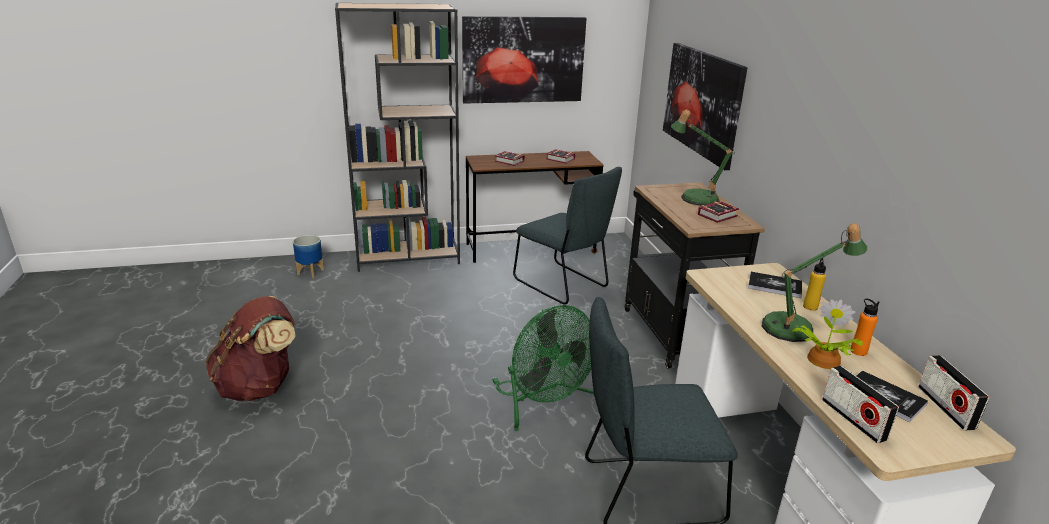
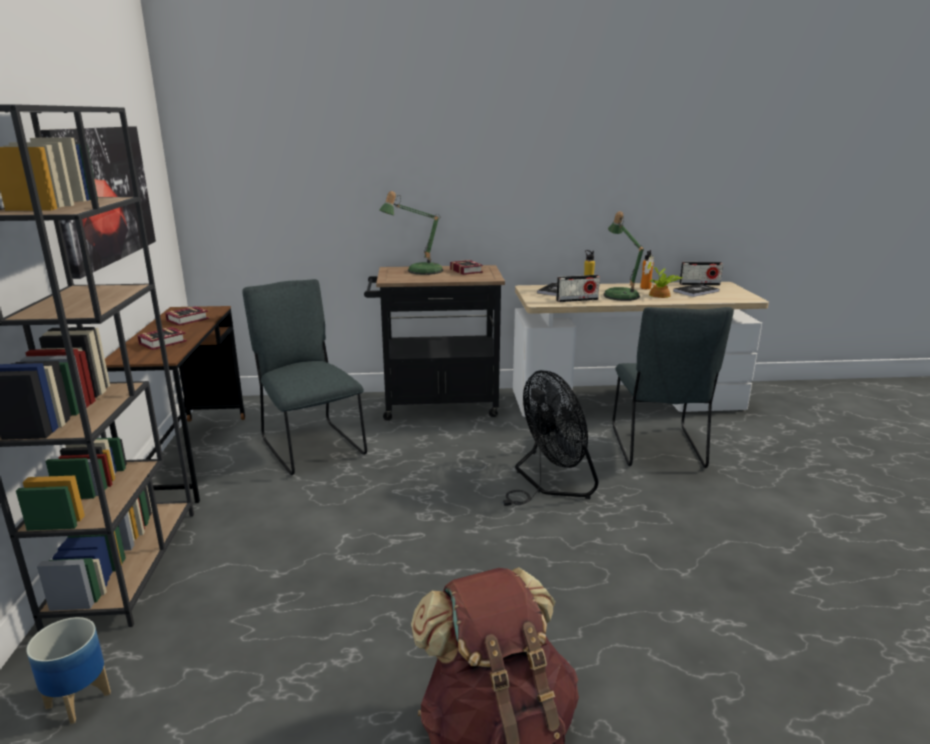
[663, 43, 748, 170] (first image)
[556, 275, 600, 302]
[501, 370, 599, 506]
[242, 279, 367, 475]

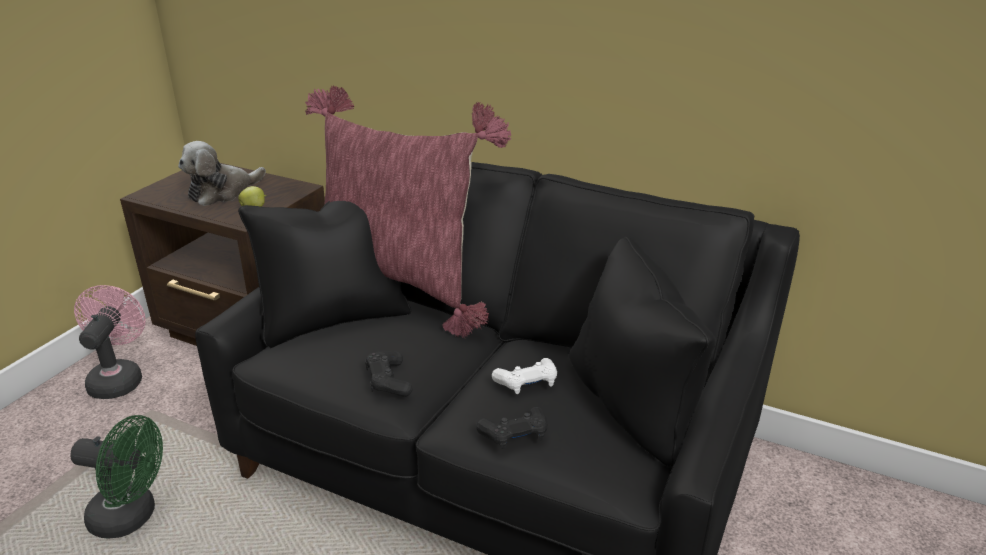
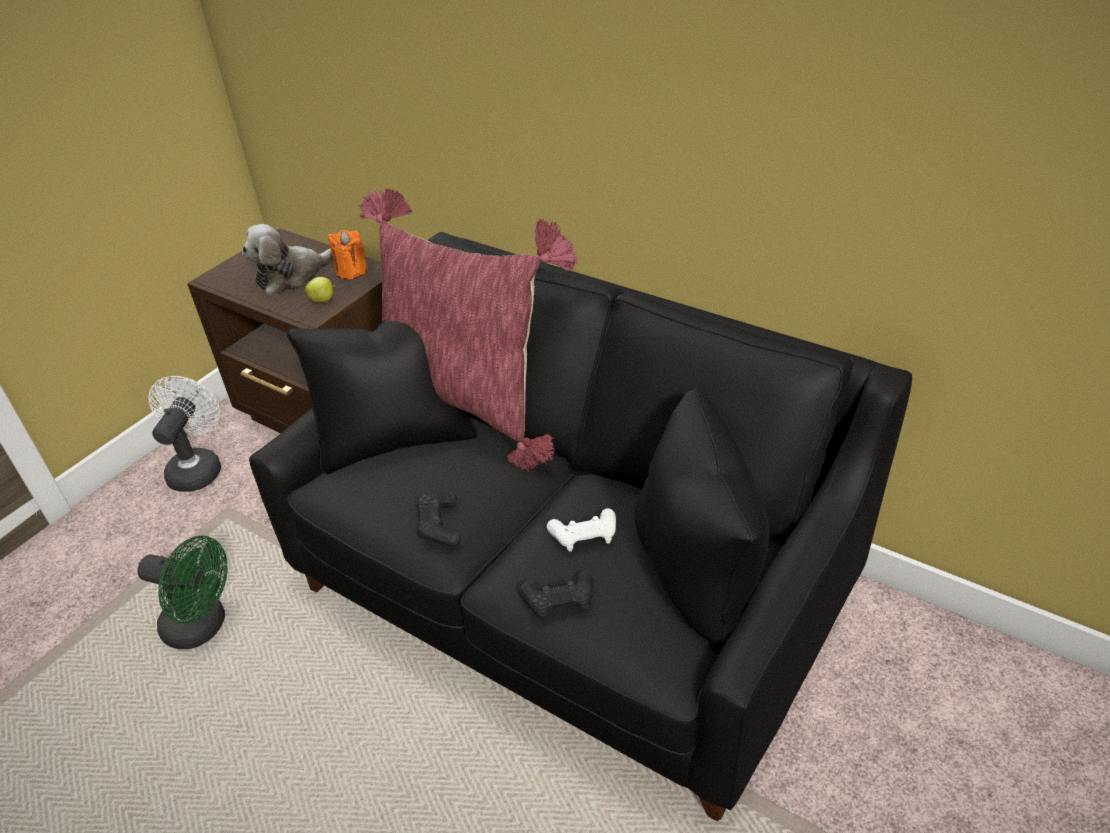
[328, 230, 367, 279]
[148, 376, 221, 492]

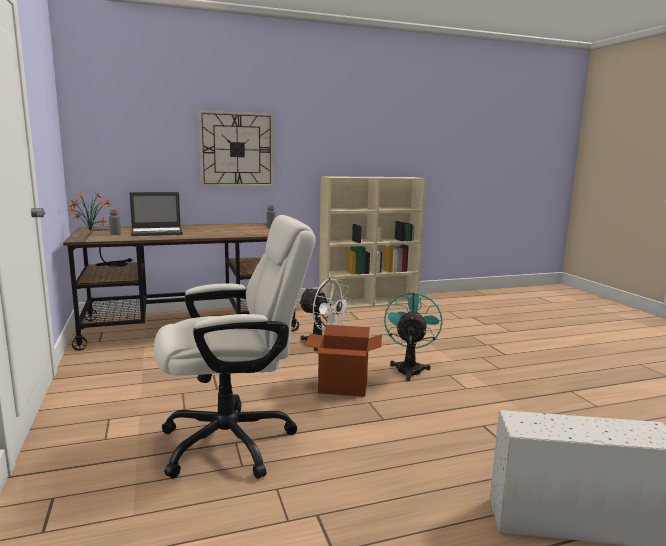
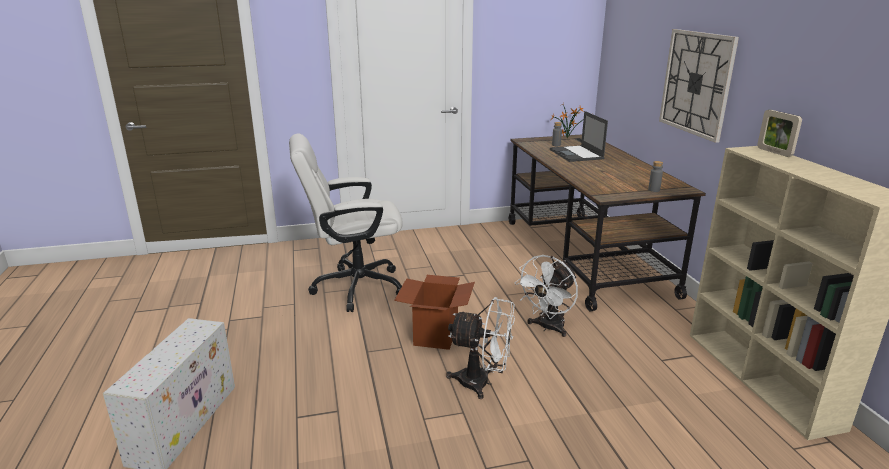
[757, 110, 802, 157]
[446, 297, 515, 399]
[289, 133, 403, 312]

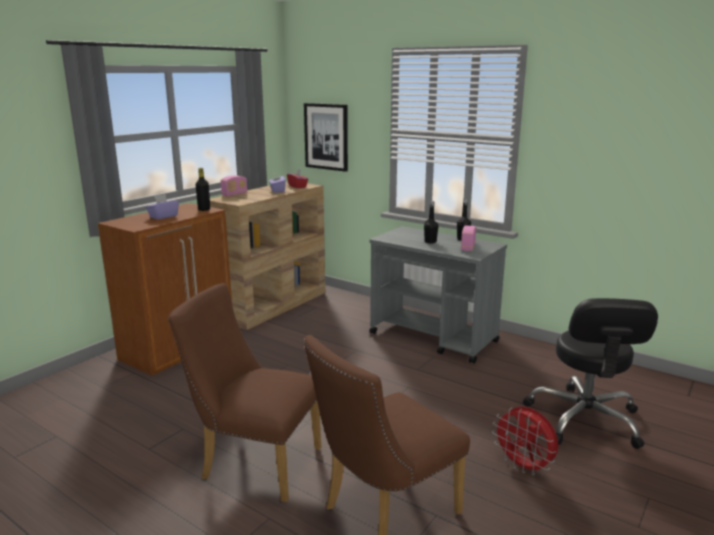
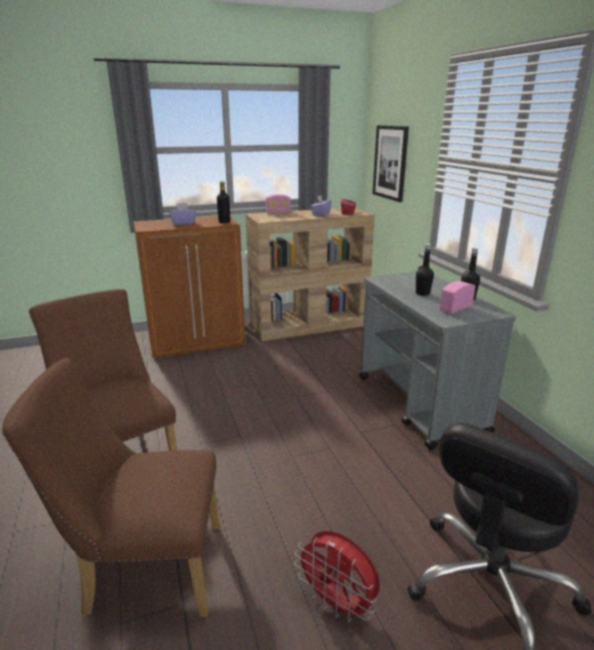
[294, 531, 380, 622]

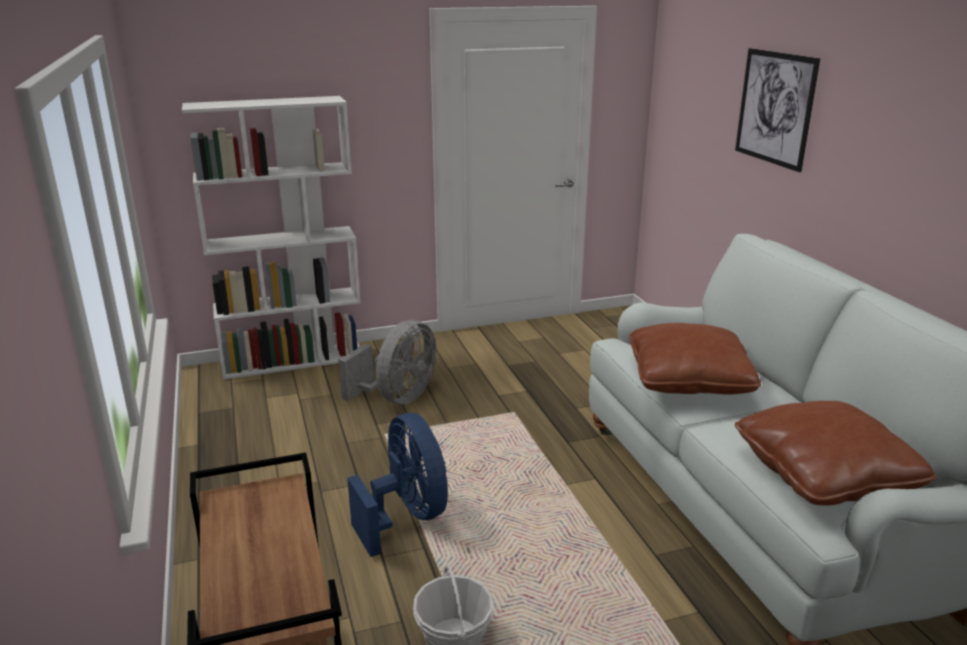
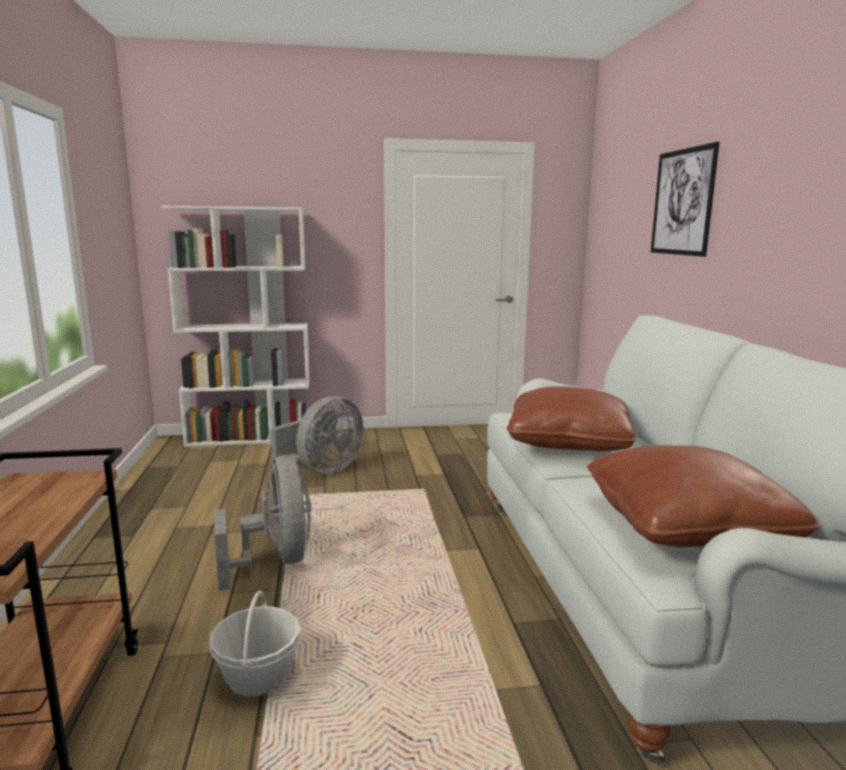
[214, 455, 311, 591]

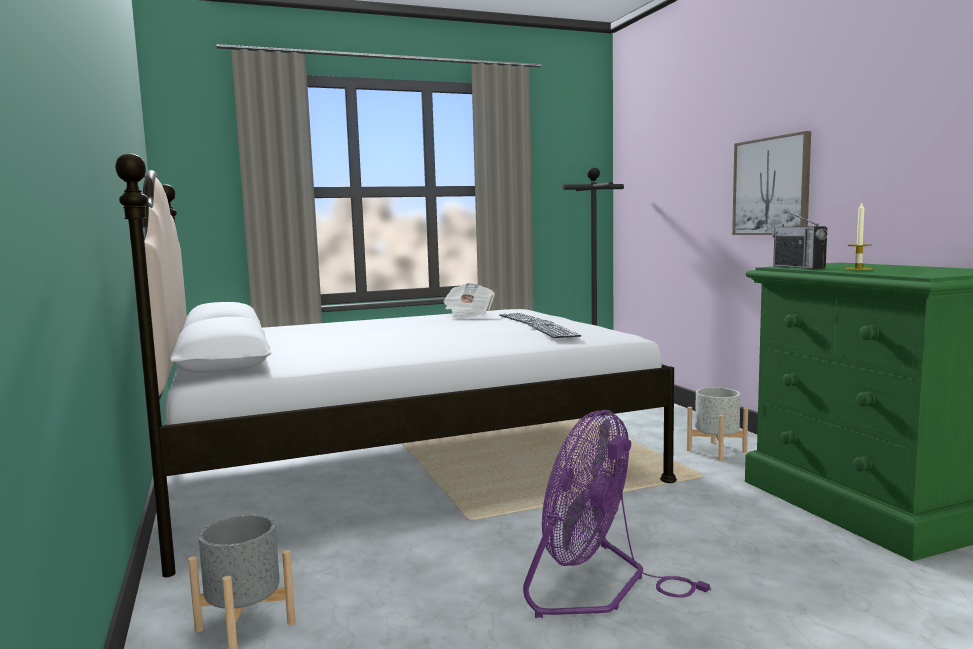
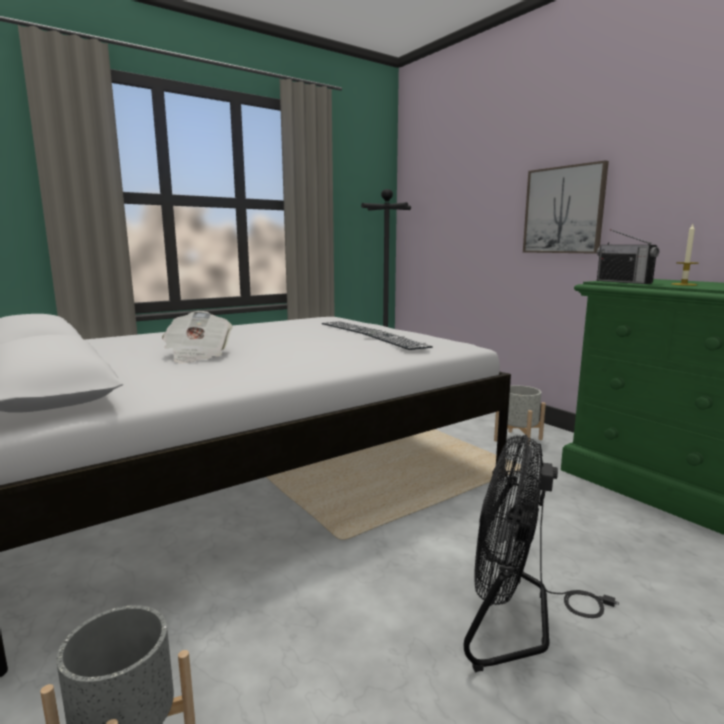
[162, 311, 233, 363]
[464, 434, 619, 672]

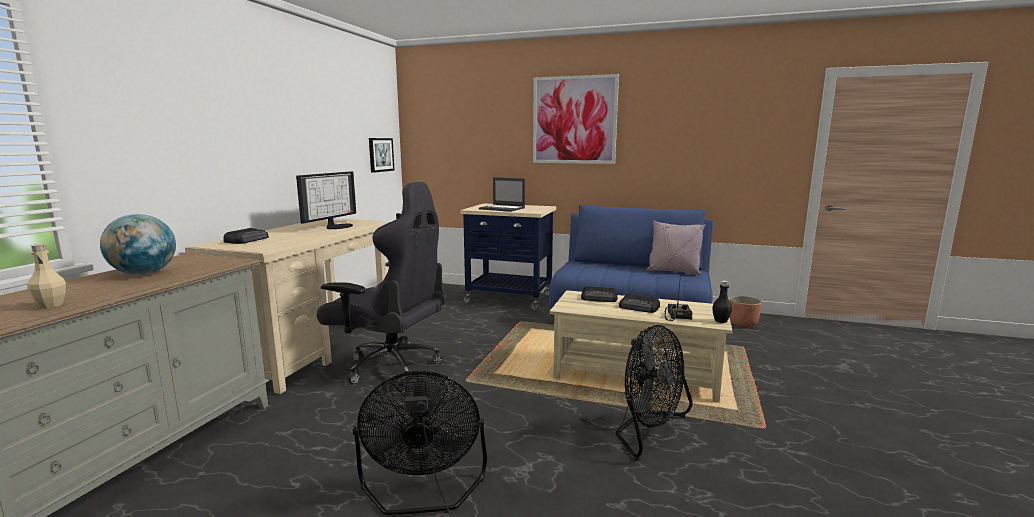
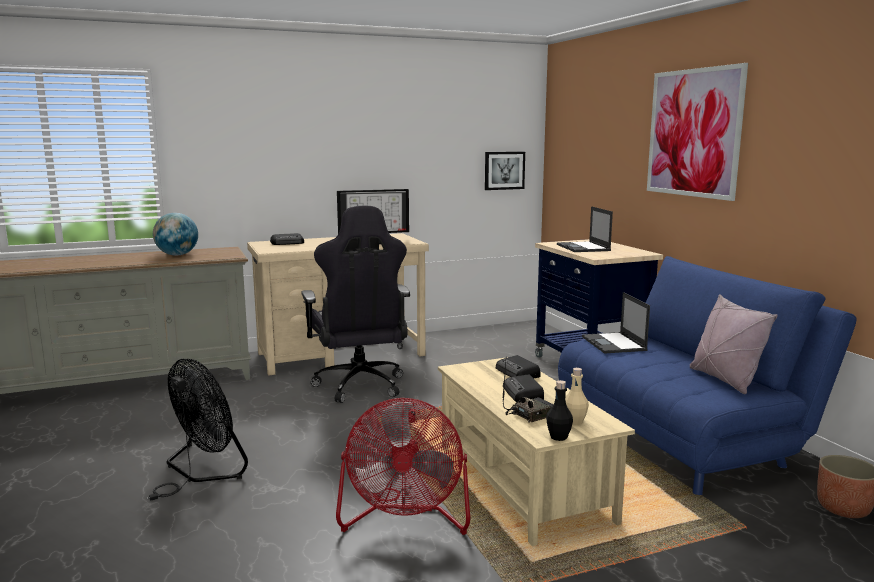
[582, 292, 650, 354]
[565, 368, 589, 425]
[336, 398, 470, 535]

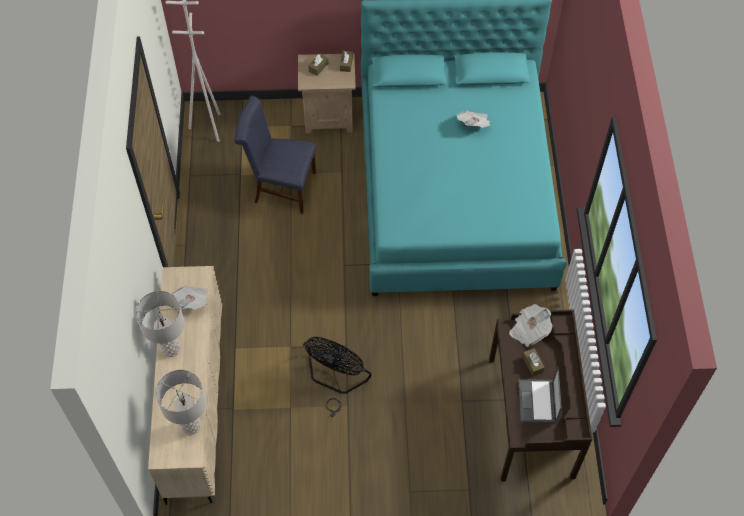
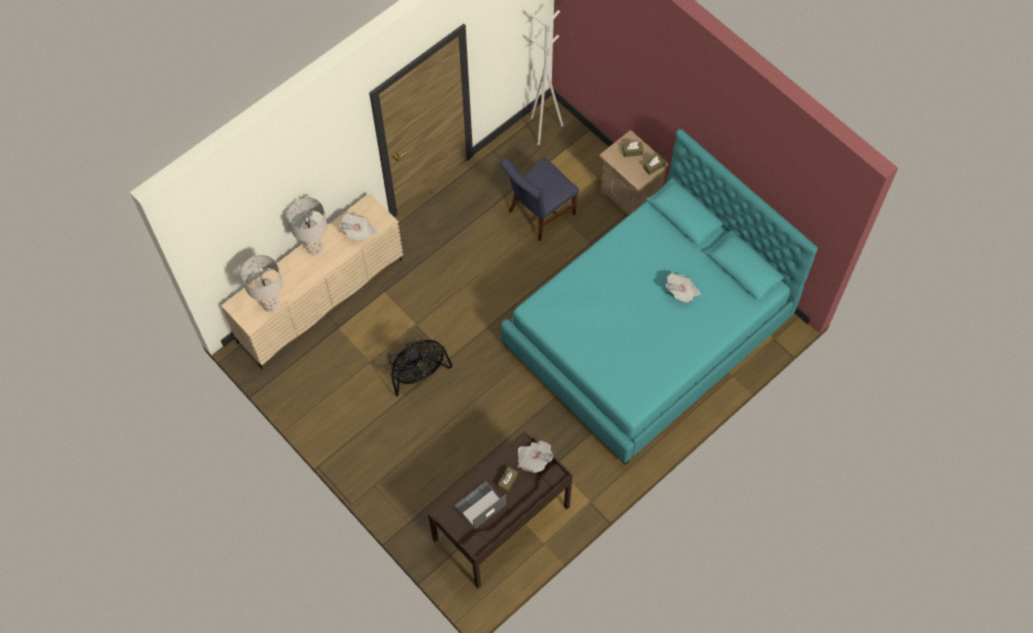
[499, 158, 579, 241]
[387, 340, 452, 396]

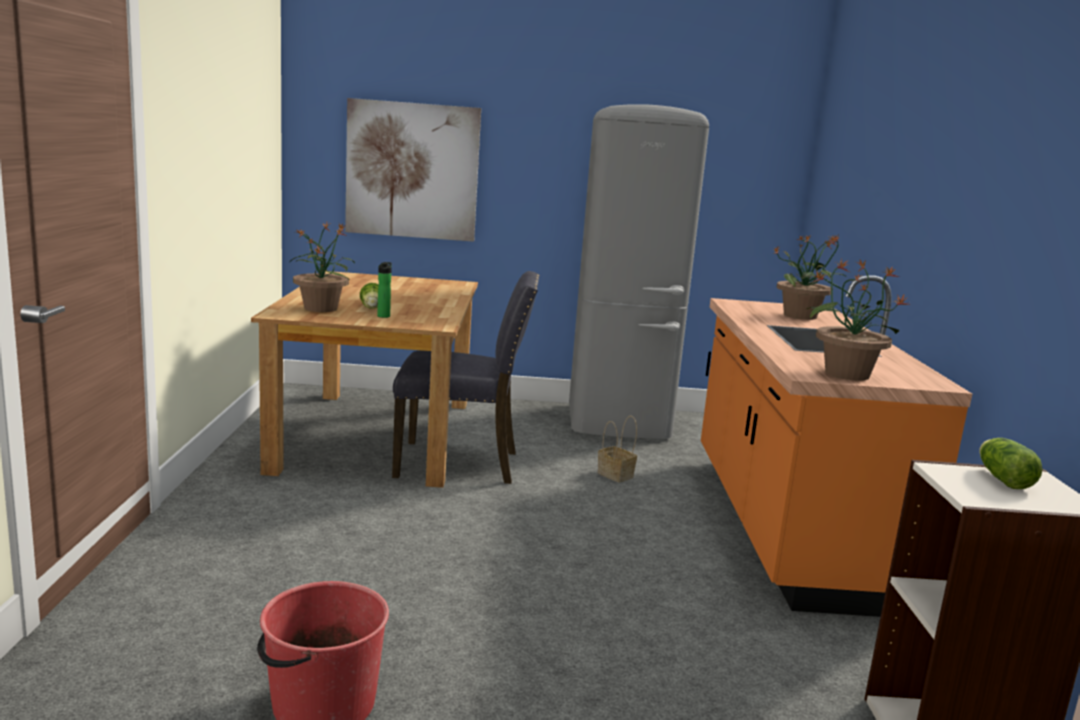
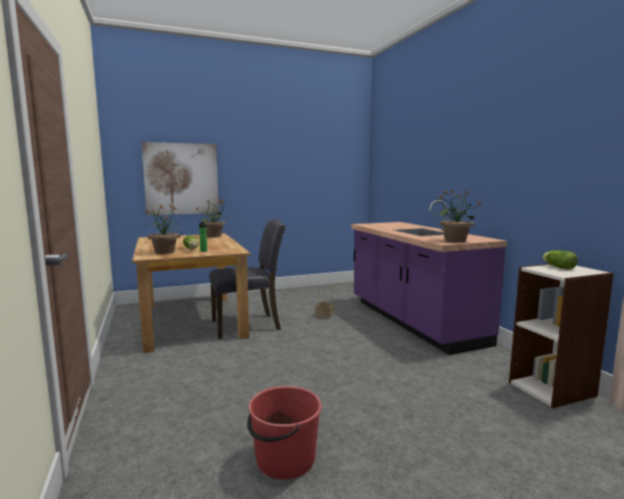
[569, 104, 709, 439] (first image)
[196, 200, 231, 238]
[351, 200, 507, 355]

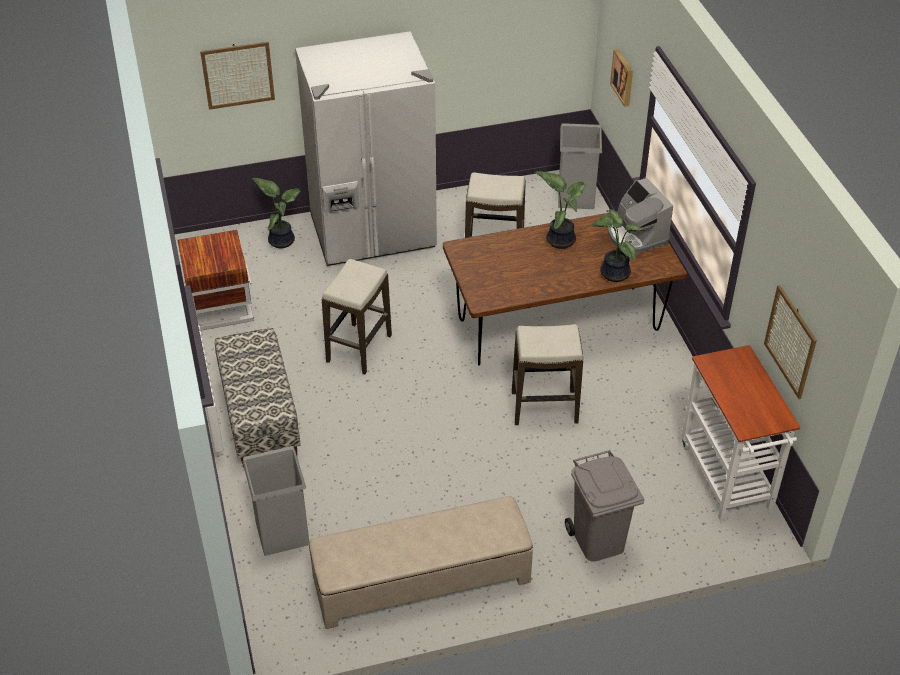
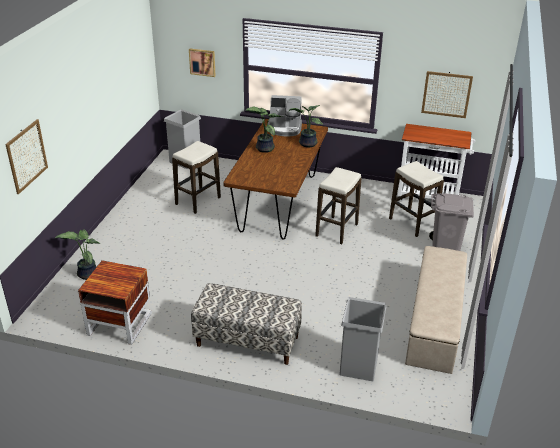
[295, 32, 437, 266] (first image)
[389, 161, 444, 237]

